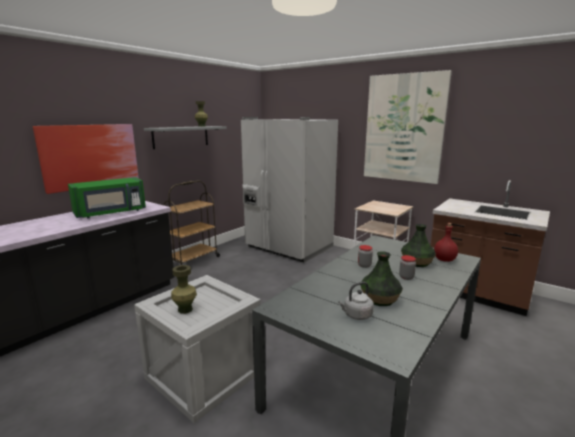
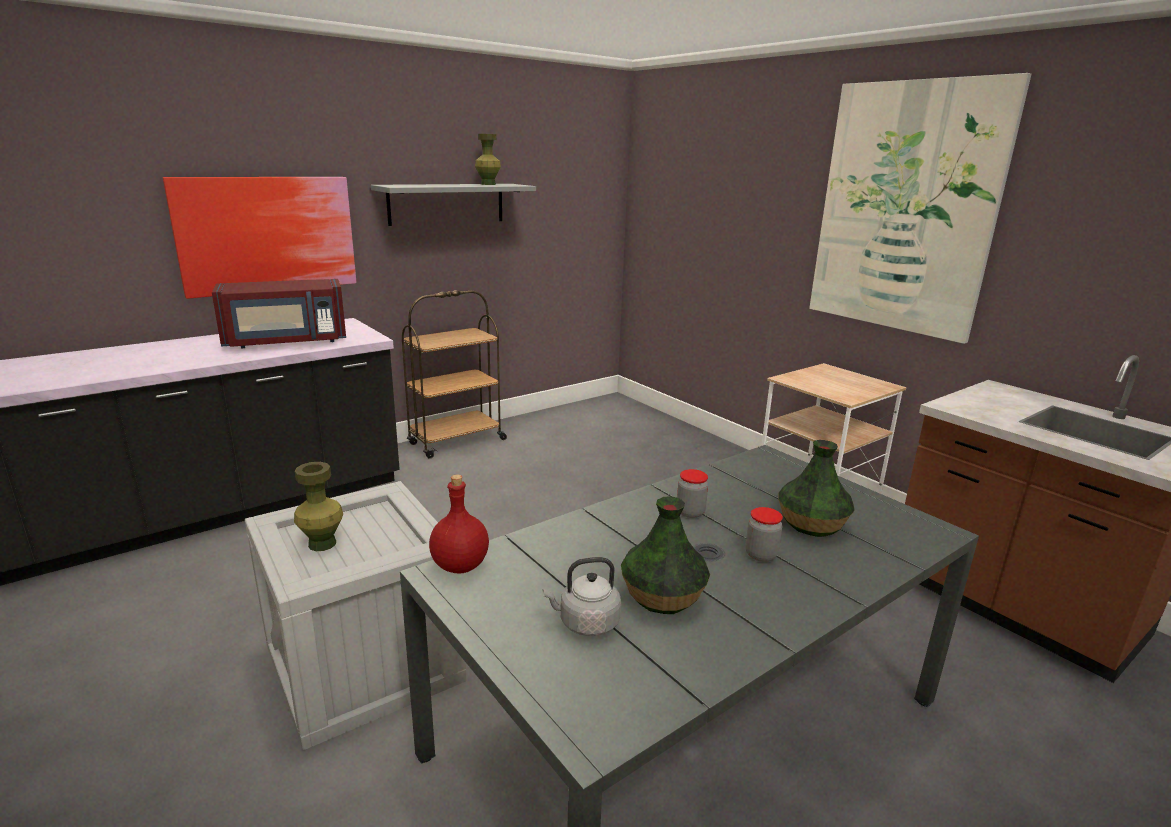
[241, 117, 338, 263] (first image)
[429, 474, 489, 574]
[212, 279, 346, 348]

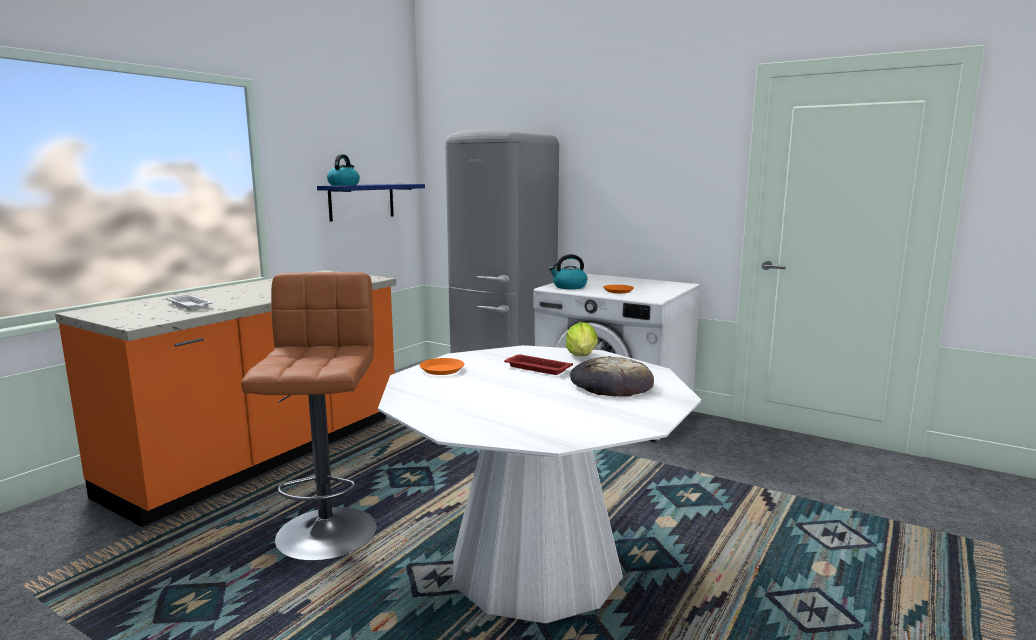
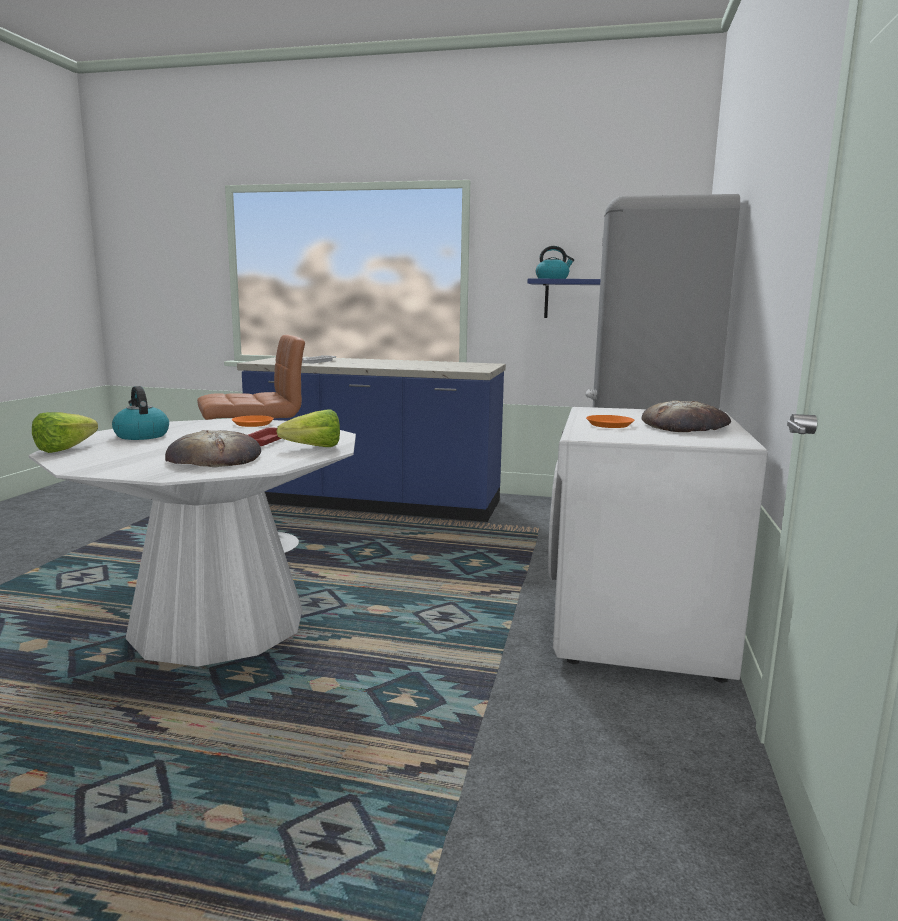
[32, 412, 98, 453]
[642, 400, 731, 432]
[112, 386, 169, 440]
[237, 357, 506, 522]

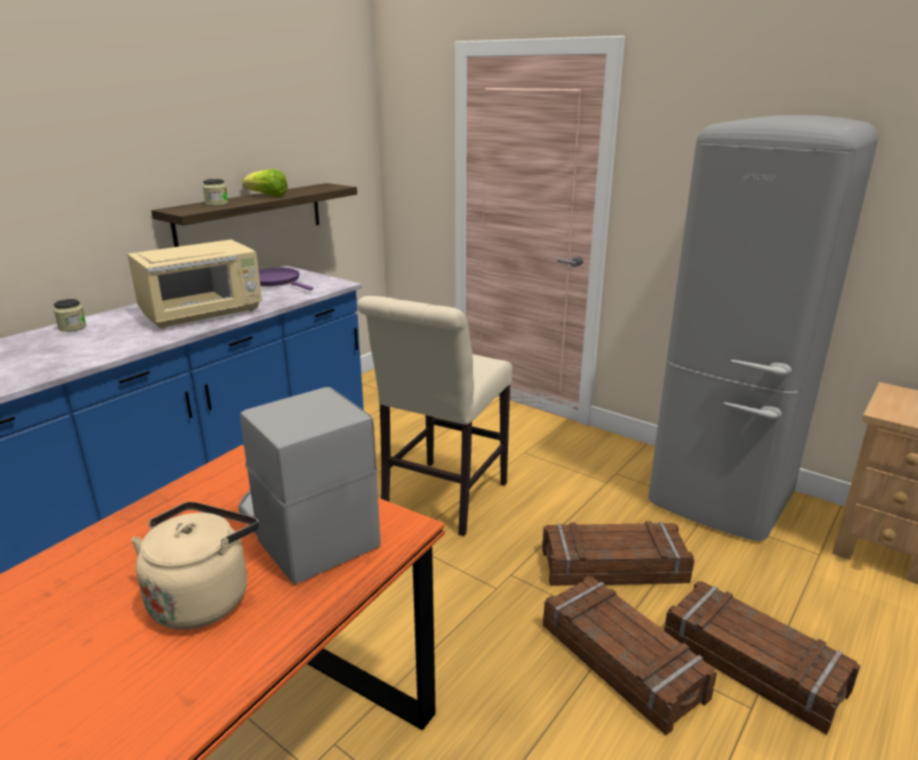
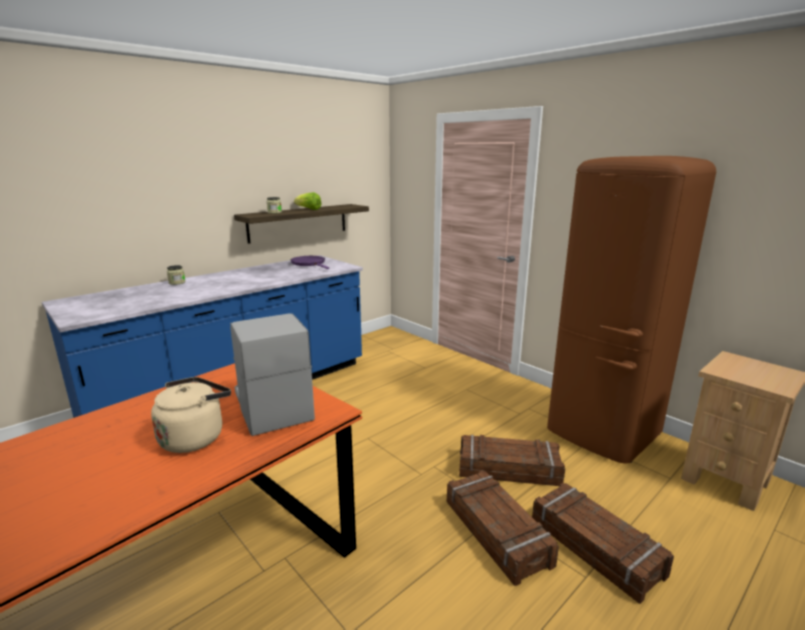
[127, 239, 262, 329] (first image)
[357, 296, 512, 536] (first image)
[547, 156, 716, 463]

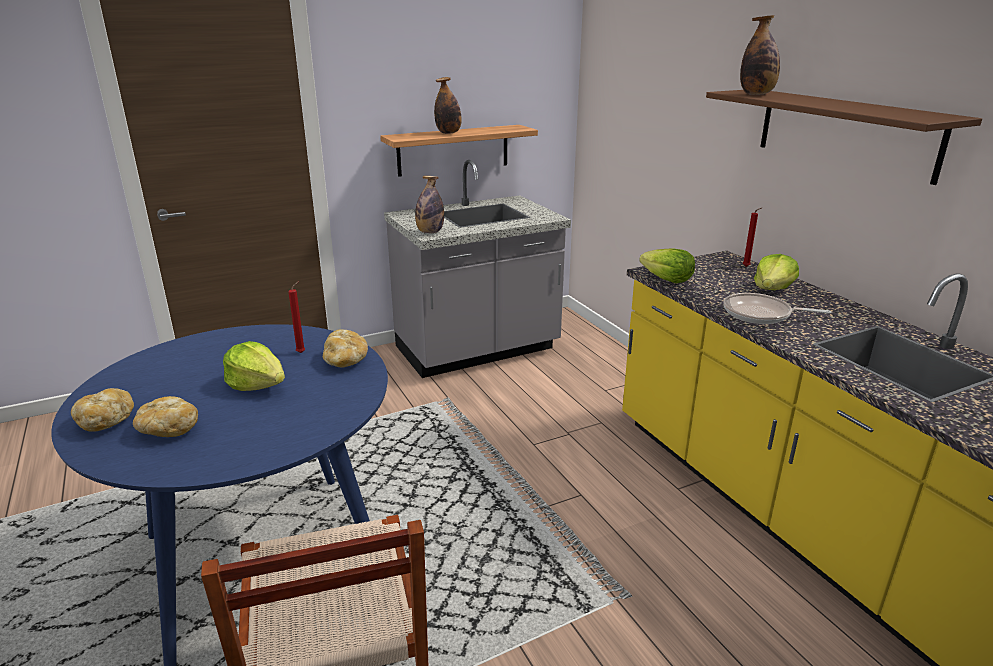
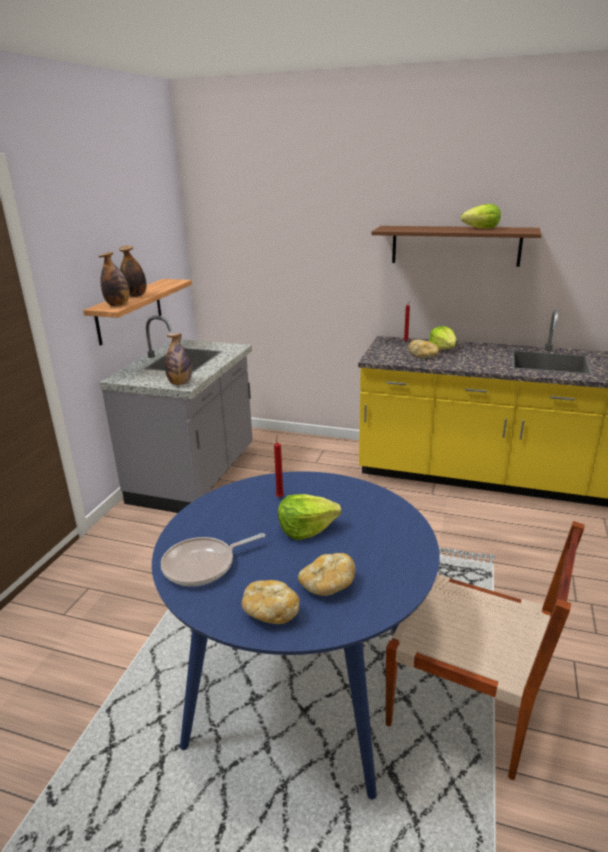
[408, 339, 439, 358]
[461, 204, 501, 229]
[161, 533, 265, 586]
[99, 252, 129, 306]

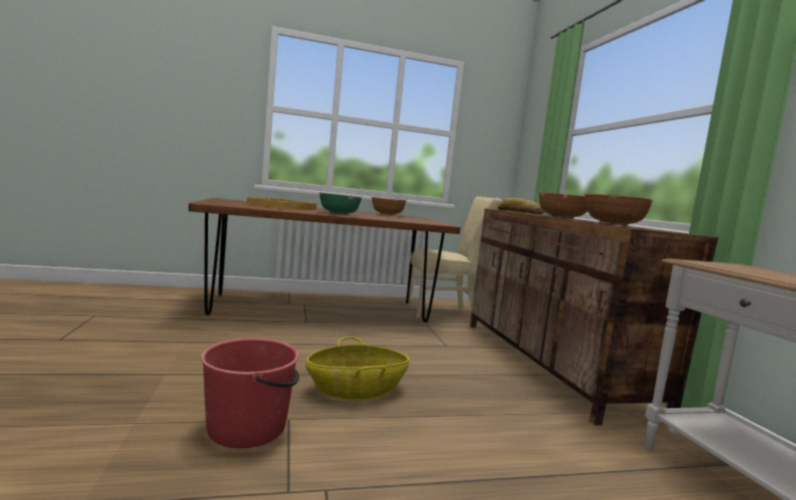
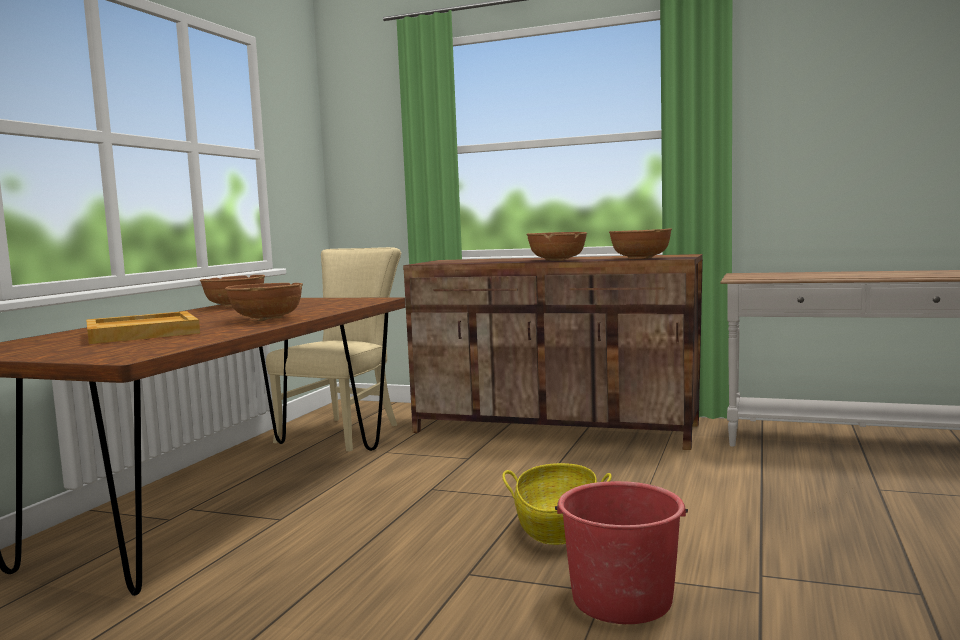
[498, 198, 544, 214] (first image)
[225, 283, 303, 321]

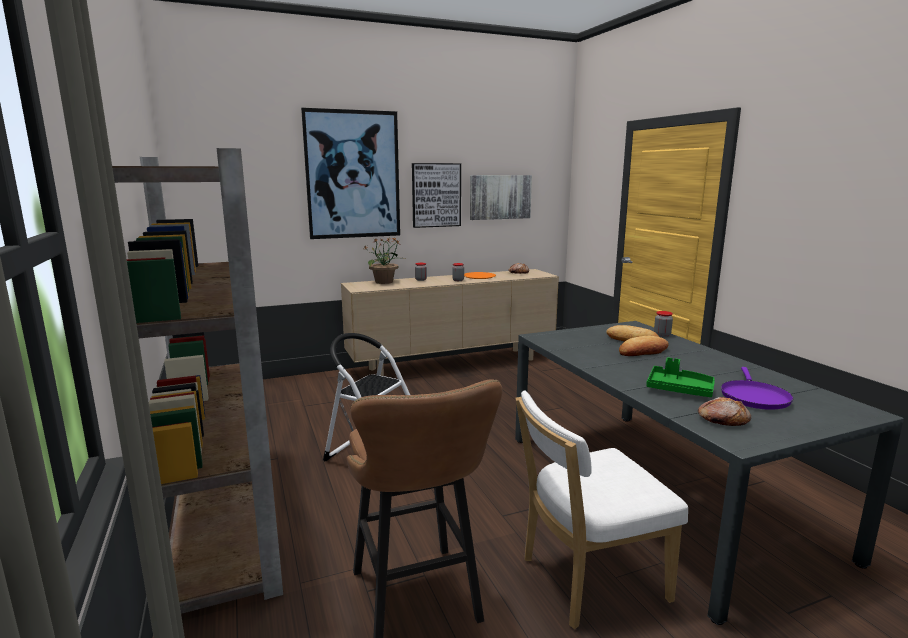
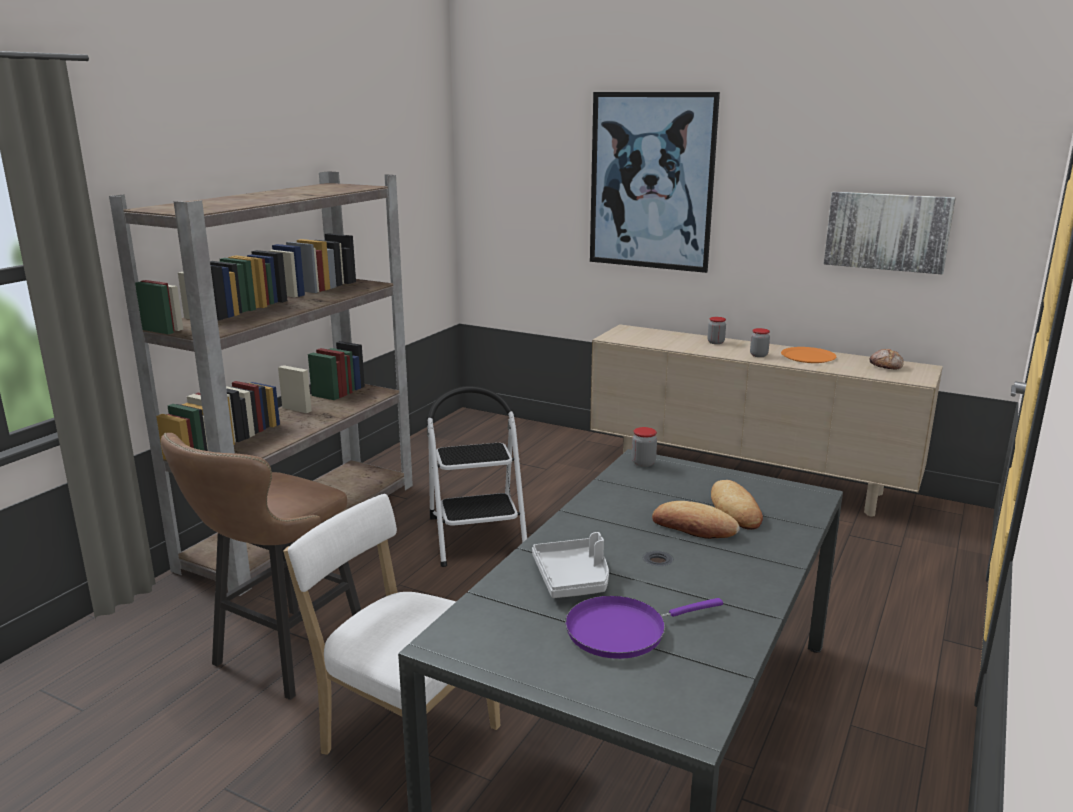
[365, 237, 405, 284] (first image)
[412, 163, 461, 228] (first image)
[698, 397, 751, 426] (first image)
[632, 427, 657, 467]
[532, 532, 609, 598]

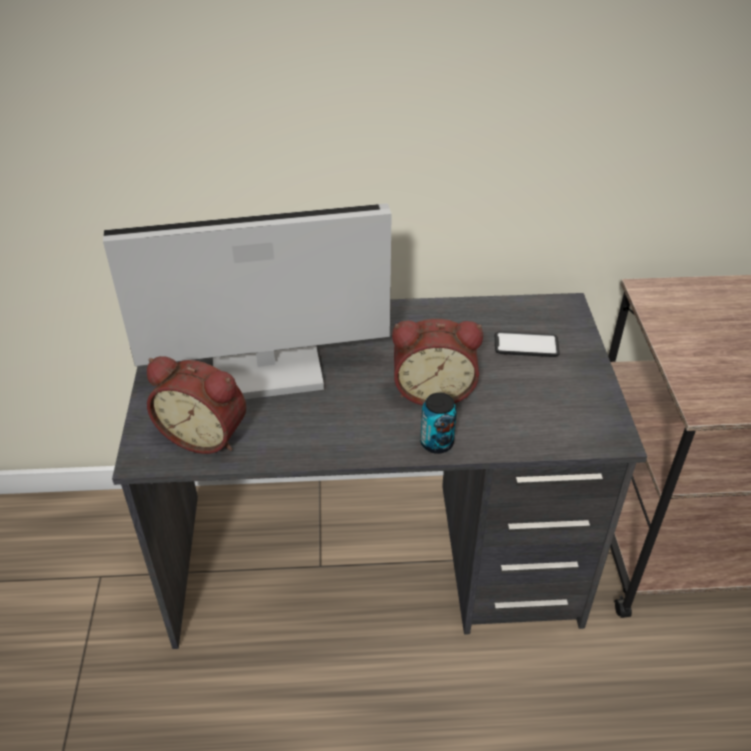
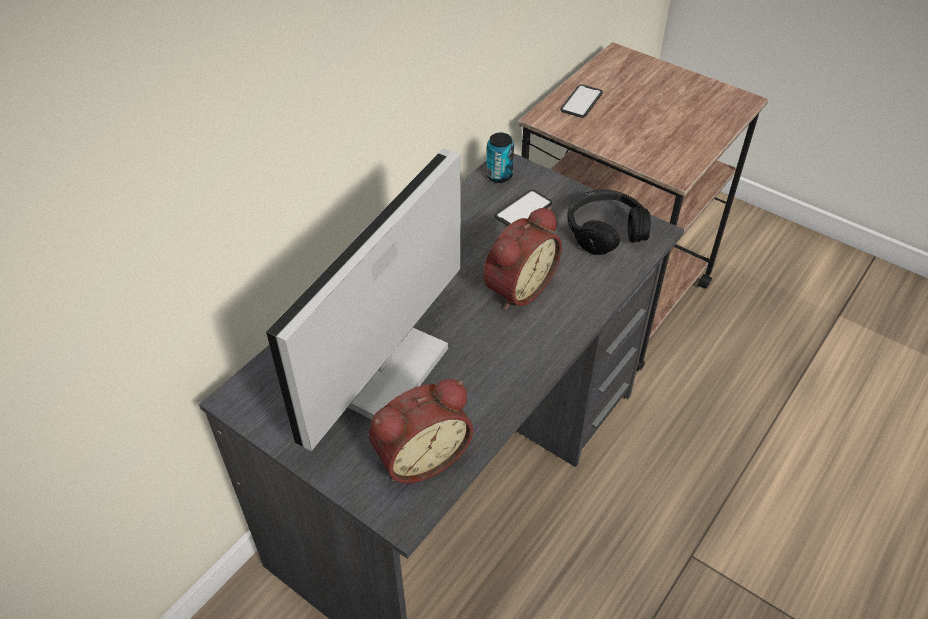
[561, 84, 603, 118]
[568, 189, 651, 255]
[486, 133, 514, 183]

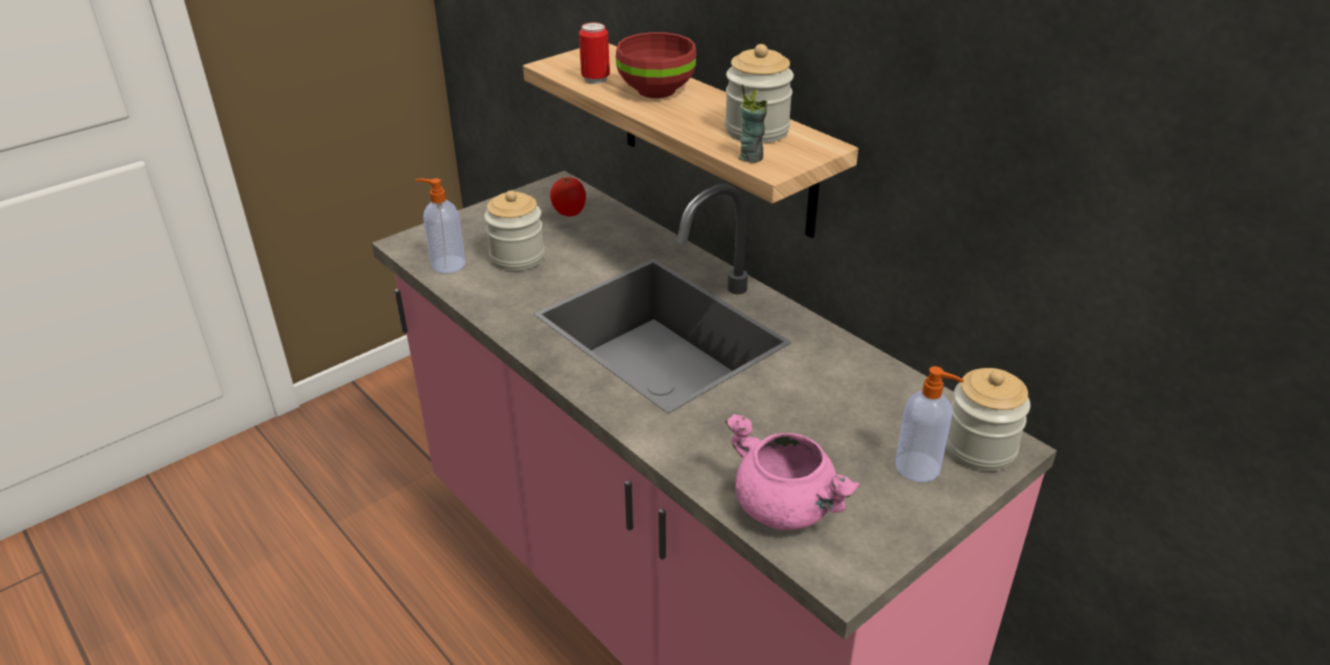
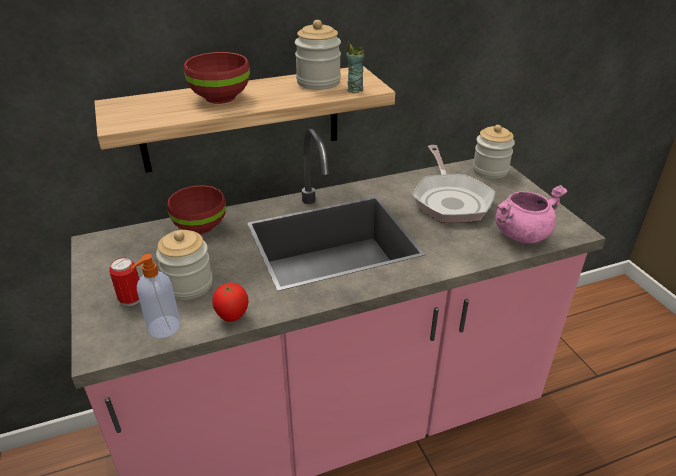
[895, 366, 964, 482] (first image)
[167, 185, 226, 234]
[412, 145, 495, 223]
[212, 283, 248, 322]
[109, 257, 140, 306]

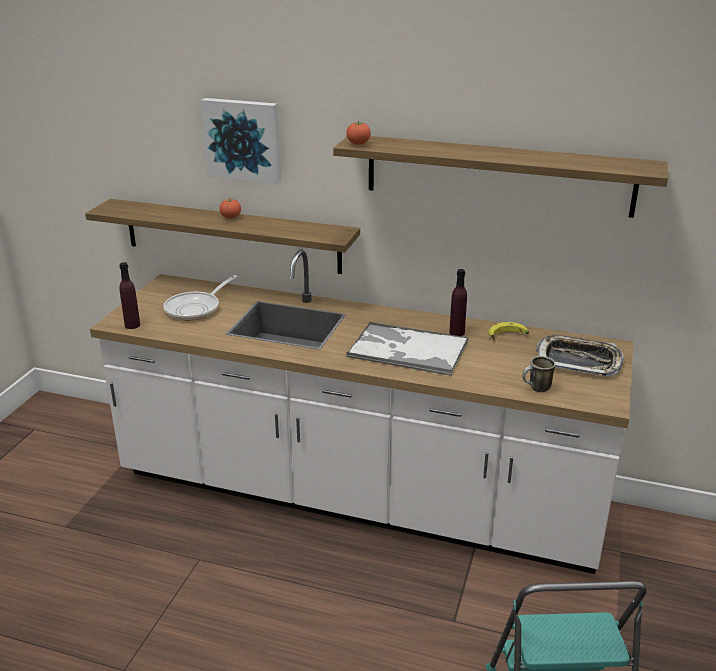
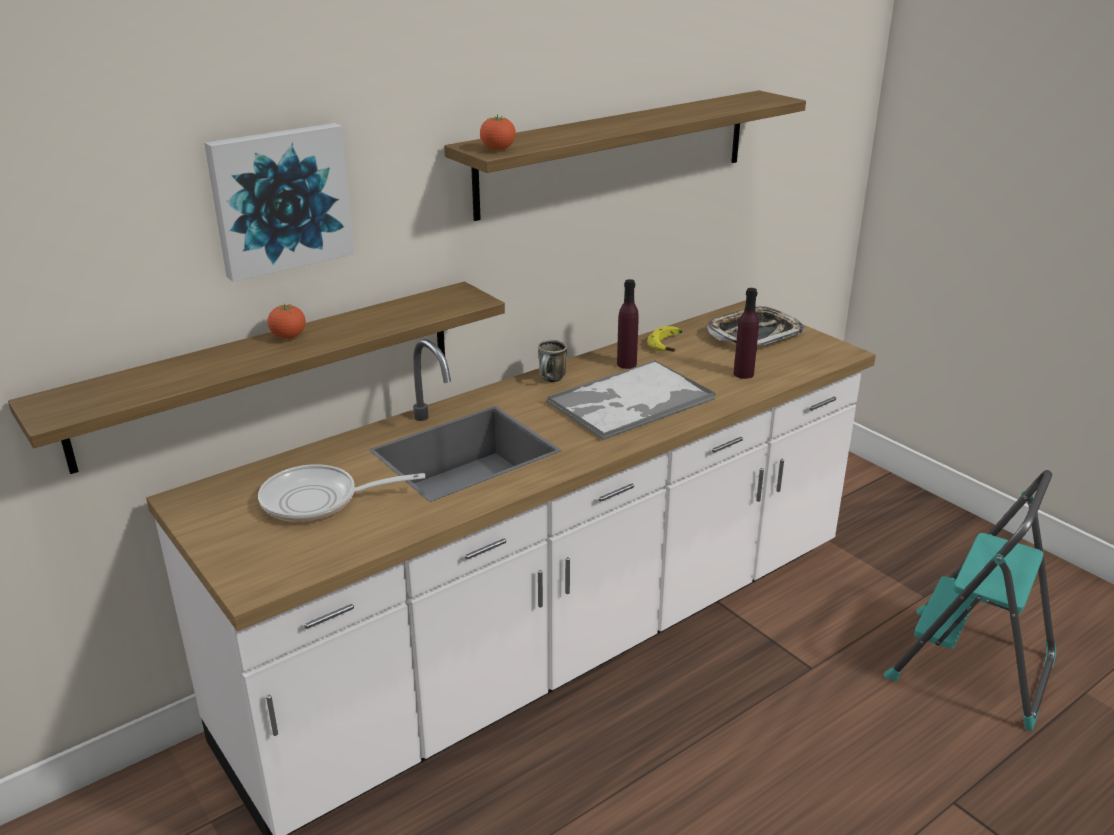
[734, 288, 759, 379]
[538, 340, 567, 382]
[258, 464, 425, 522]

